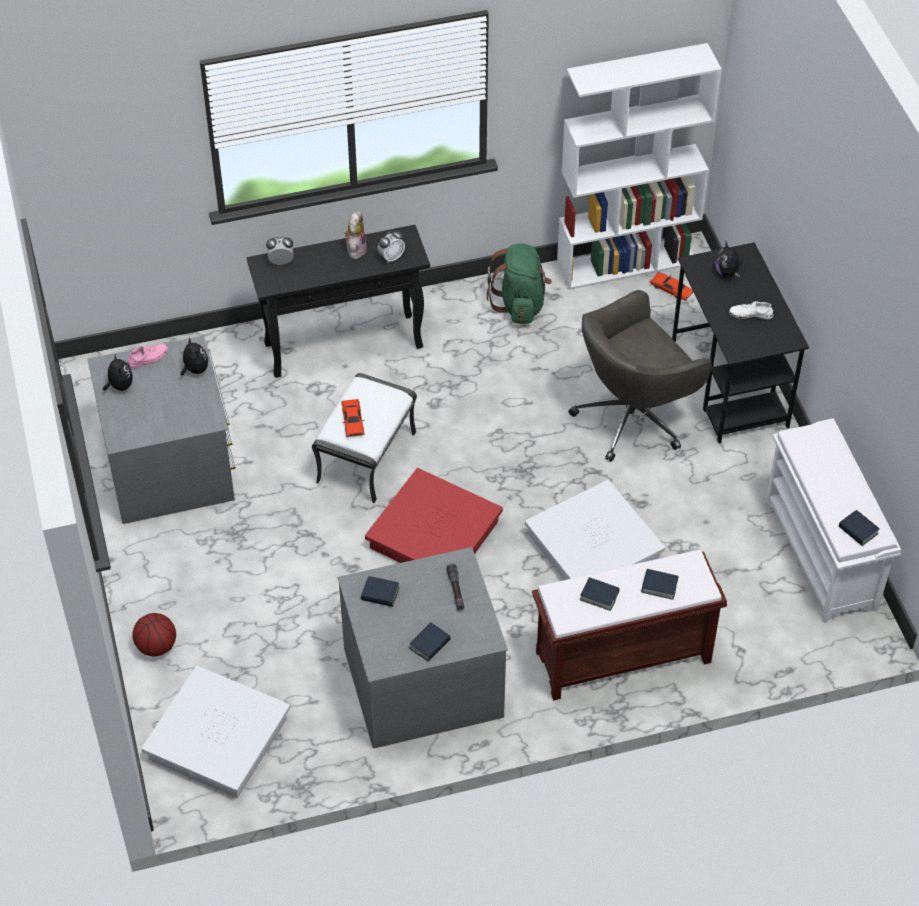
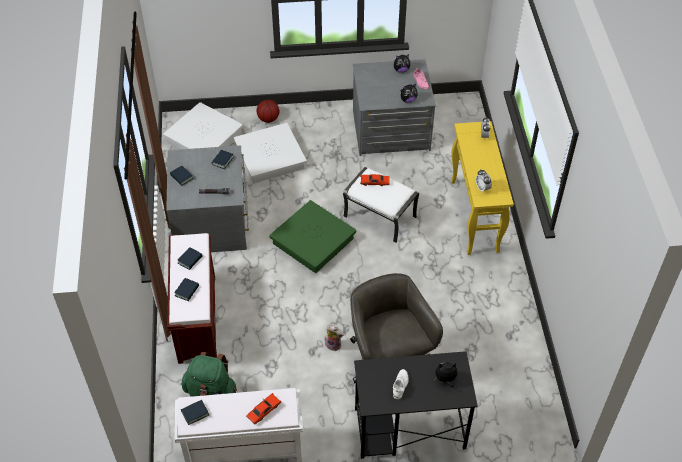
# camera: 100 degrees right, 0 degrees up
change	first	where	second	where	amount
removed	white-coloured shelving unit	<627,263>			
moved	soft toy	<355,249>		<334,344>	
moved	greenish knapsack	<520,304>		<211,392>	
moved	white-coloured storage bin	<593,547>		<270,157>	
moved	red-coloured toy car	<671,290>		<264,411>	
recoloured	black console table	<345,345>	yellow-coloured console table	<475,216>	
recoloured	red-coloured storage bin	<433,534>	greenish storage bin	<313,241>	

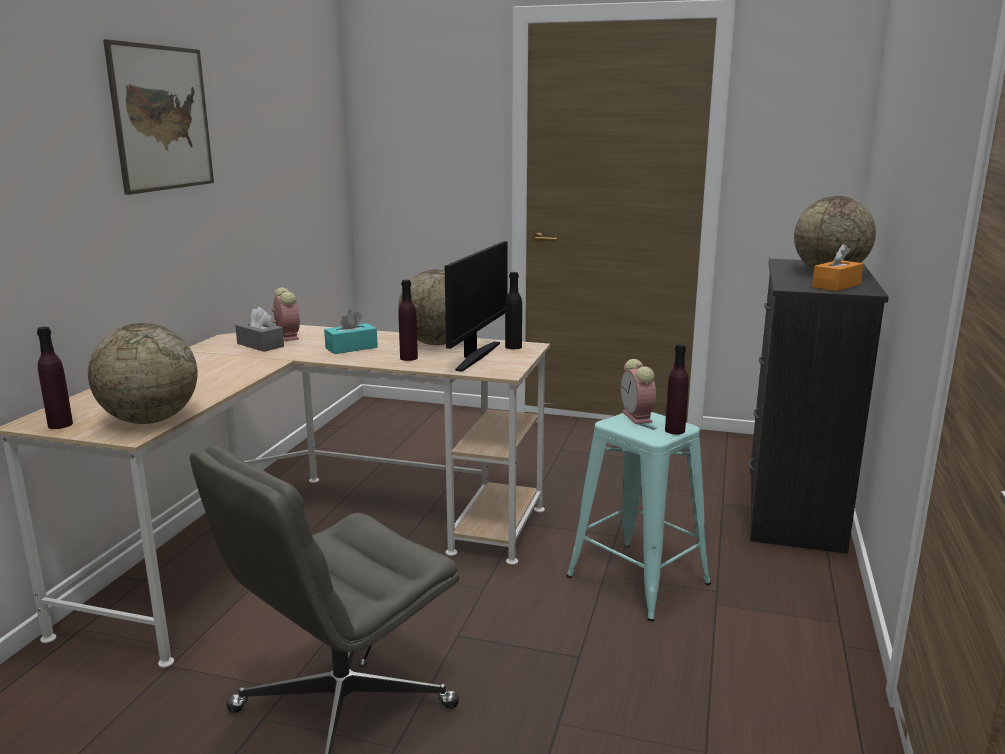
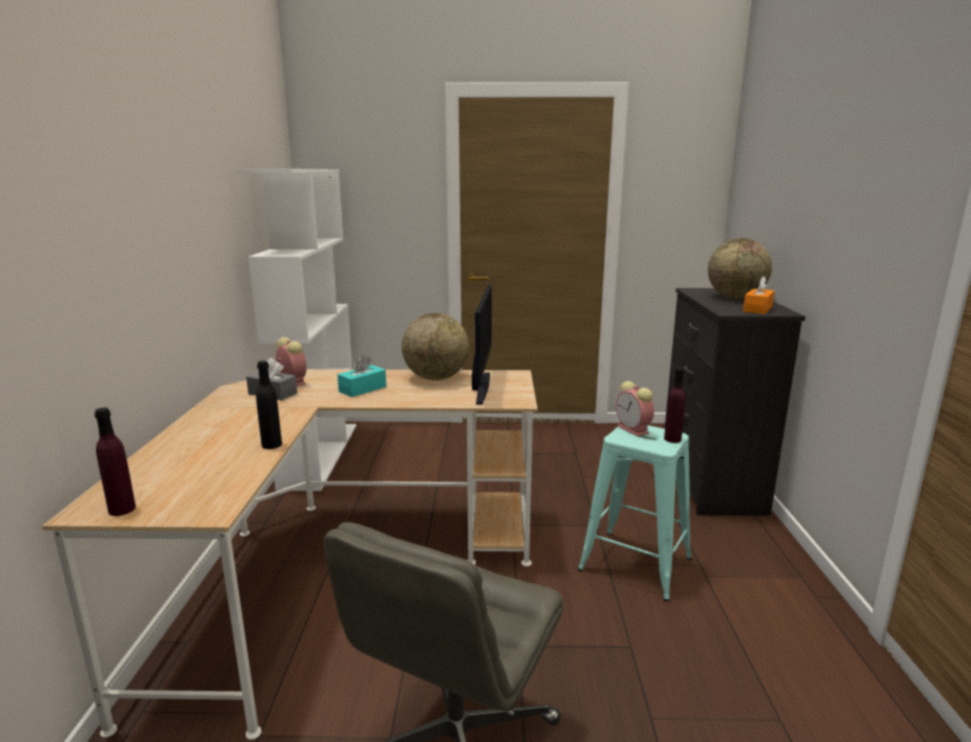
# camera: 15 degrees left, 0 degrees up
change	first	where	second	where	amount
removed	globe	<150,420>			
removed	wall art	<162,118>			
removed	purple bottle	<408,358>			
added			white-coloured shelving unit	<319,454>	
moved	black bottle	<513,347>		<271,445>	

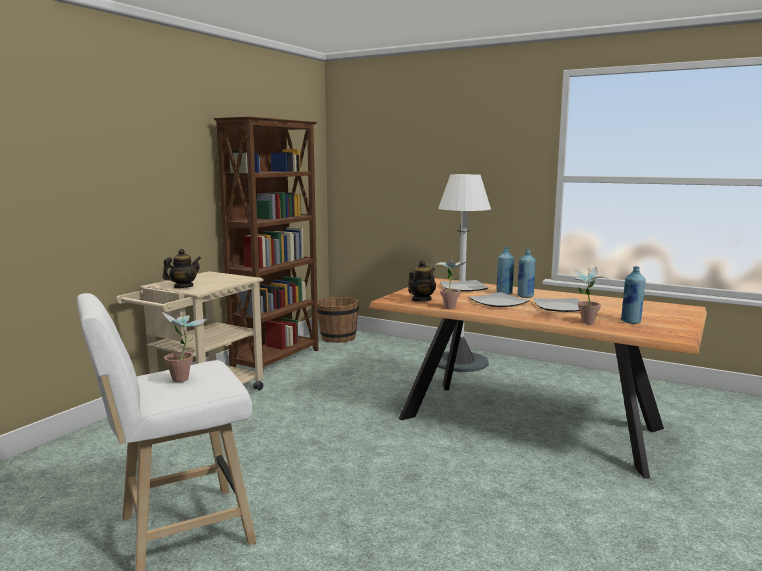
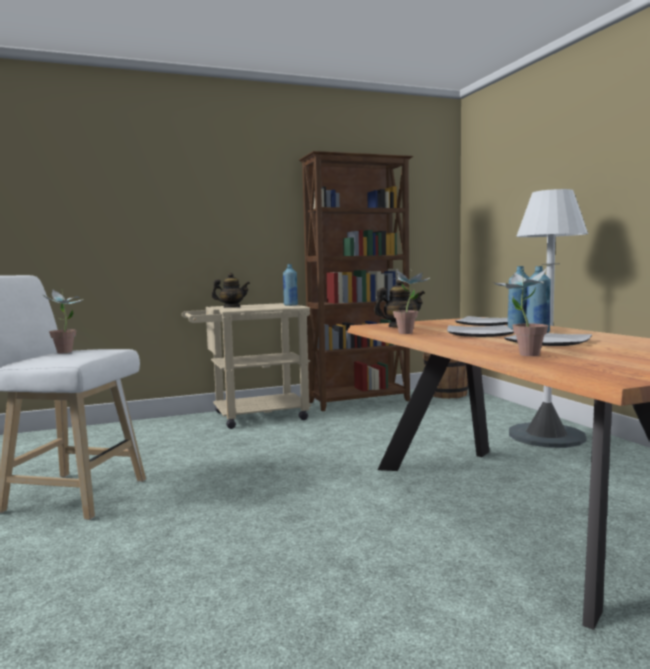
# camera: 40 degrees right, 5 degrees down
change	first	where	second	where	amount
moved	blue bottle	<631,321>		<290,305>	

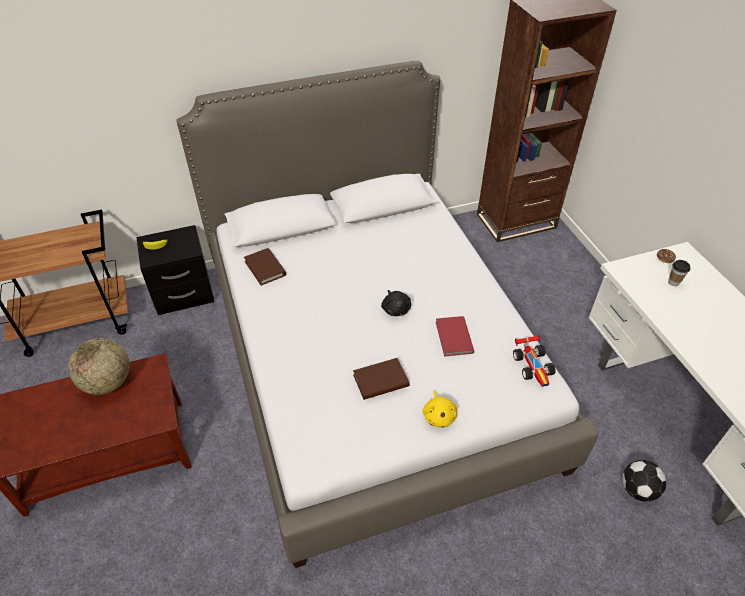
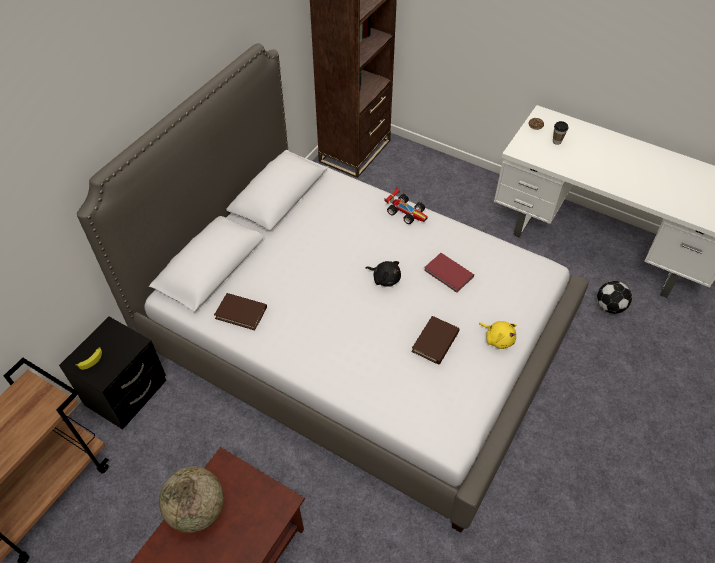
# camera: 40 degrees left, 5 degrees up
change	first	where	second	where	amount
moved	toy car	<533,365>		<406,212>	

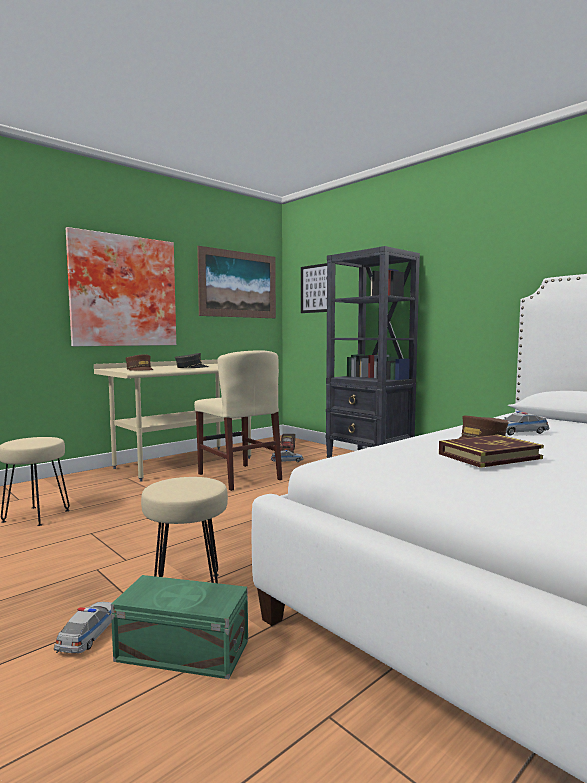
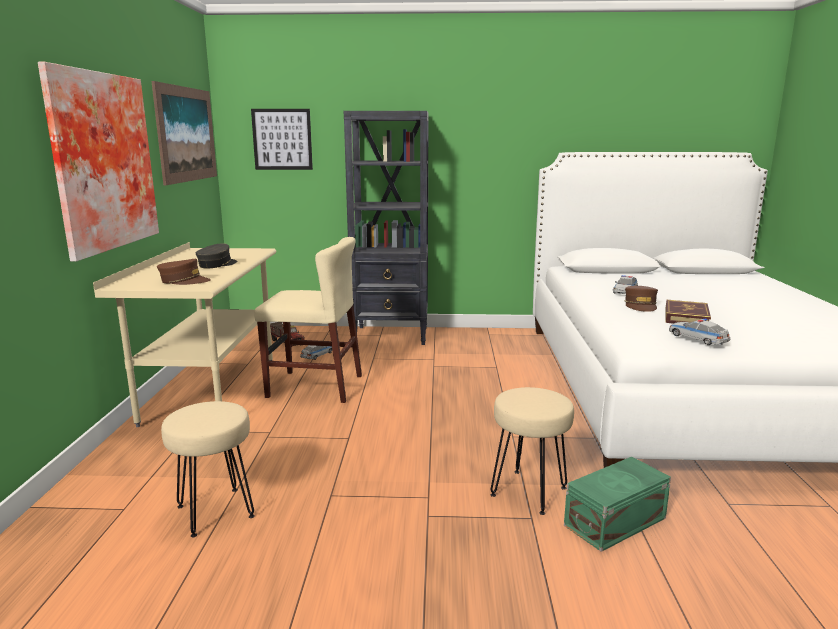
# camera: 45 degrees left, 10 degrees up
change	first	where	second	where	amount
moved	toy car	<89,633>		<697,338>	

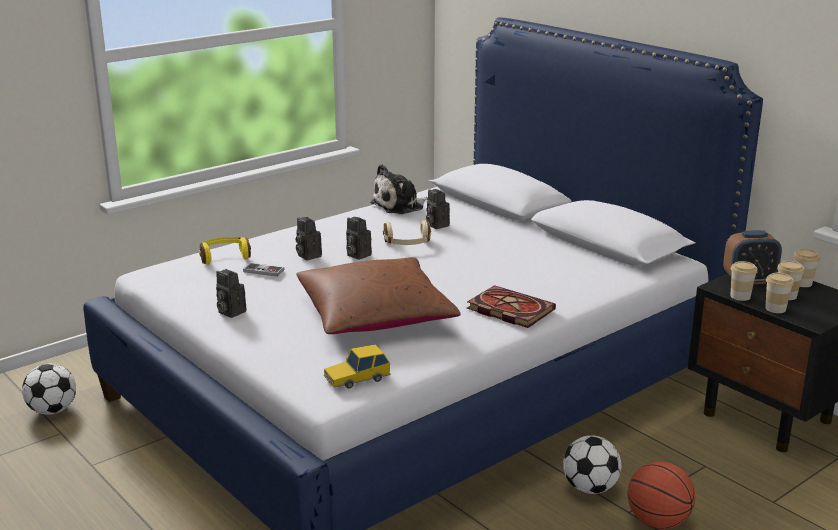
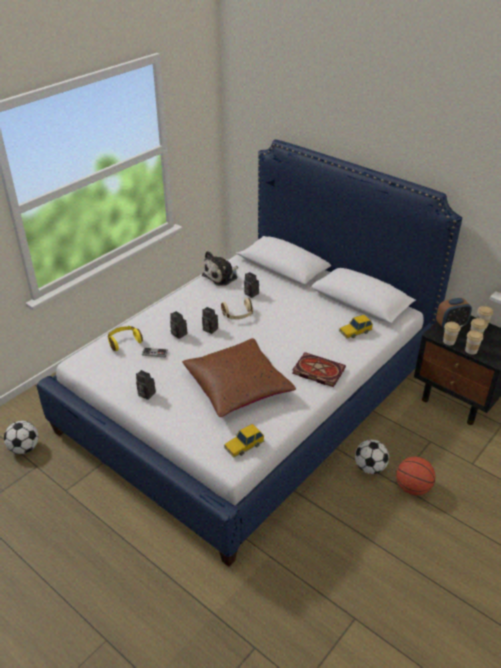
# camera: 10 degrees left, 15 degrees up
change	first	where	second	where	amount
added			toy car	<355,332>	

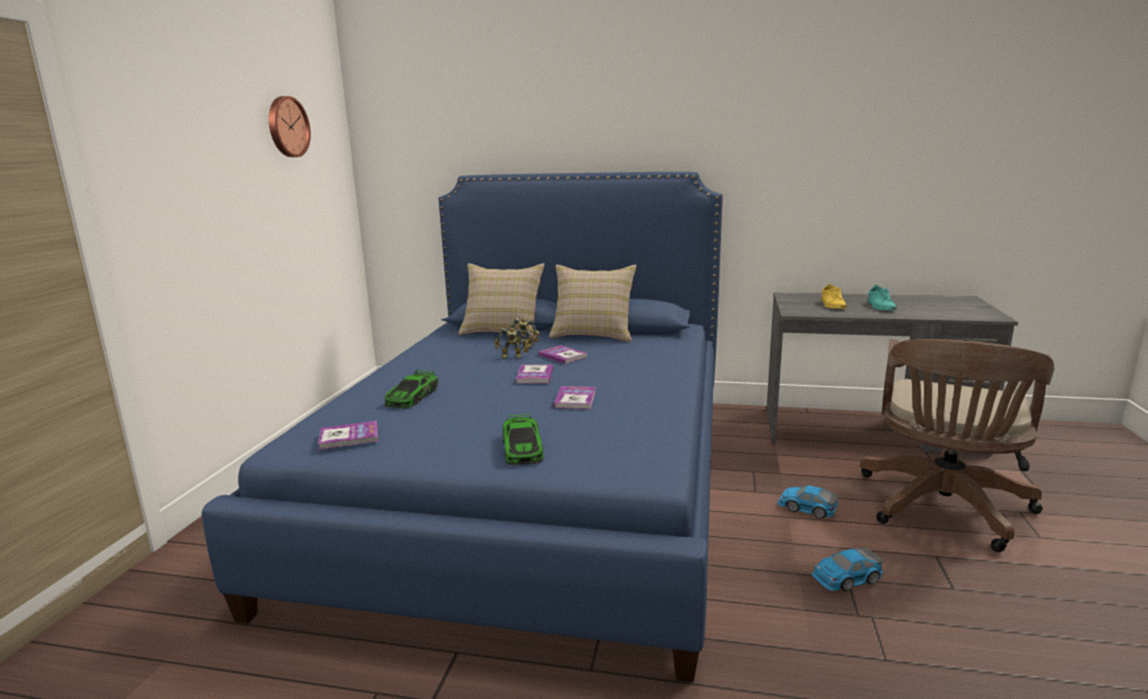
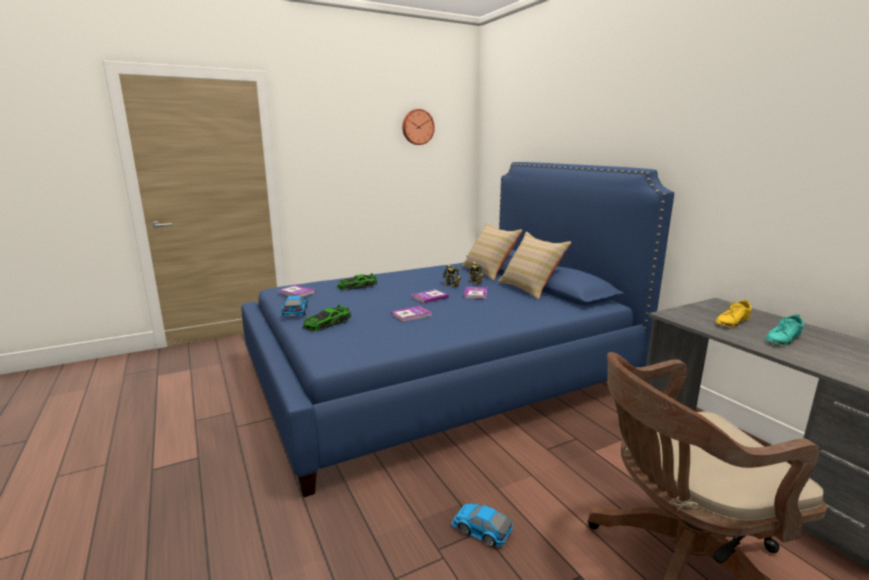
# camera: 50 degrees right, 0 degrees up
change	first	where	second	where	amount
moved	toy car	<806,508>		<295,311>	

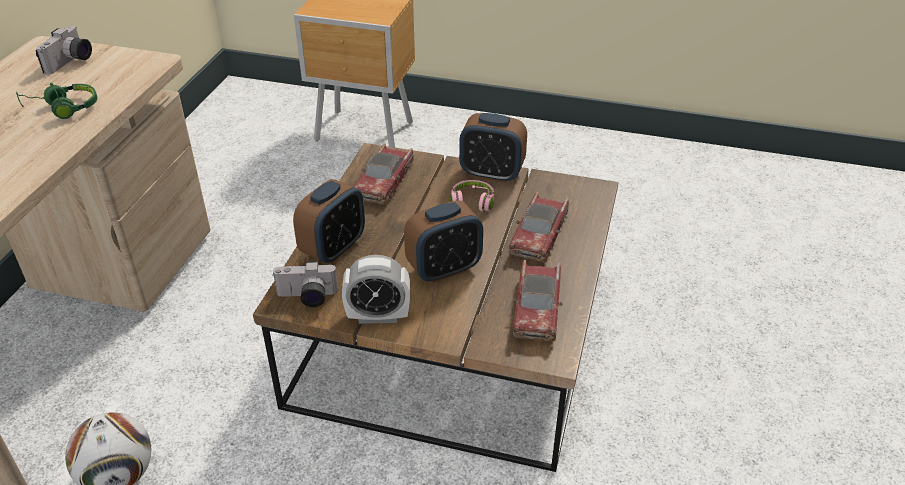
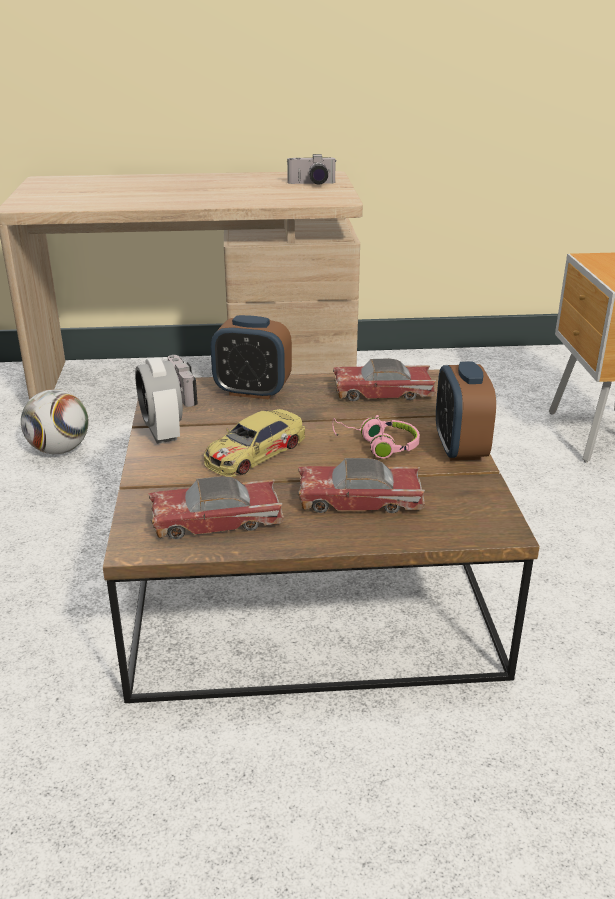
# camera: 70 degrees right, 10 degrees down
change	first	where	second	where	amount
removed	greenish headphones	<62,109>			
replaced	bedside clock	<444,269>	toy car	<255,452>	

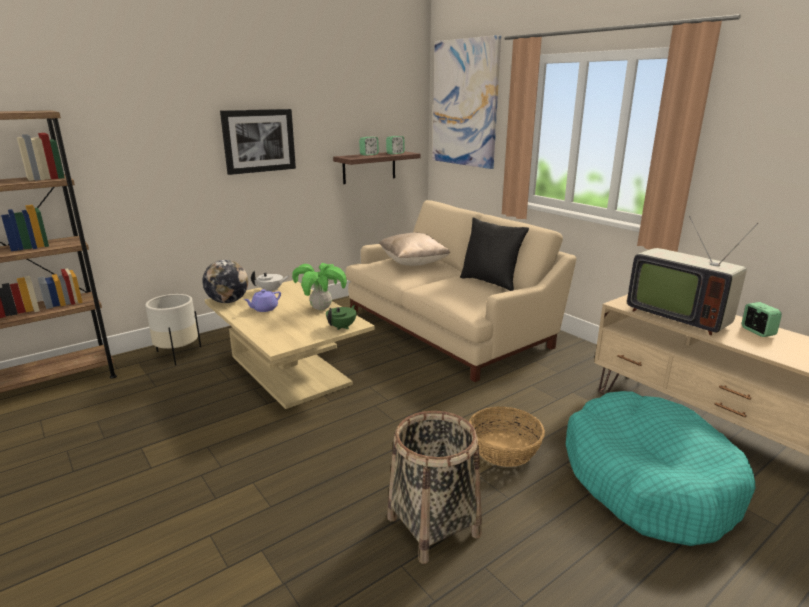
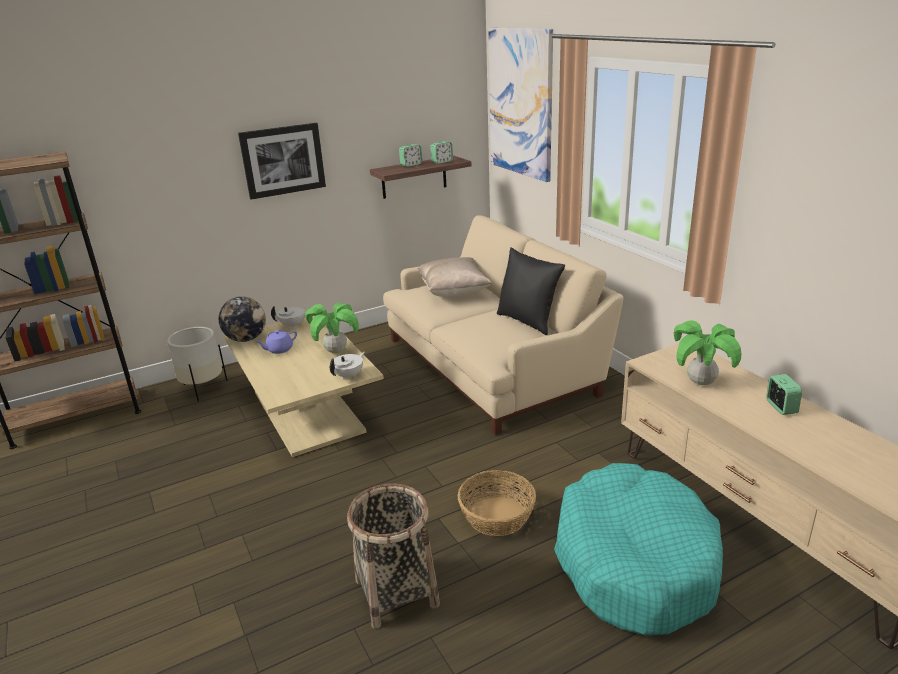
# camera: 10 degrees right, 5 degrees up
change	first	where	second	where	amount
replaced	TV	<678,316>	potted plant	<701,382>	
recoloured	greenish tea pot	<342,327>	white-coloured tea pot	<349,376>	

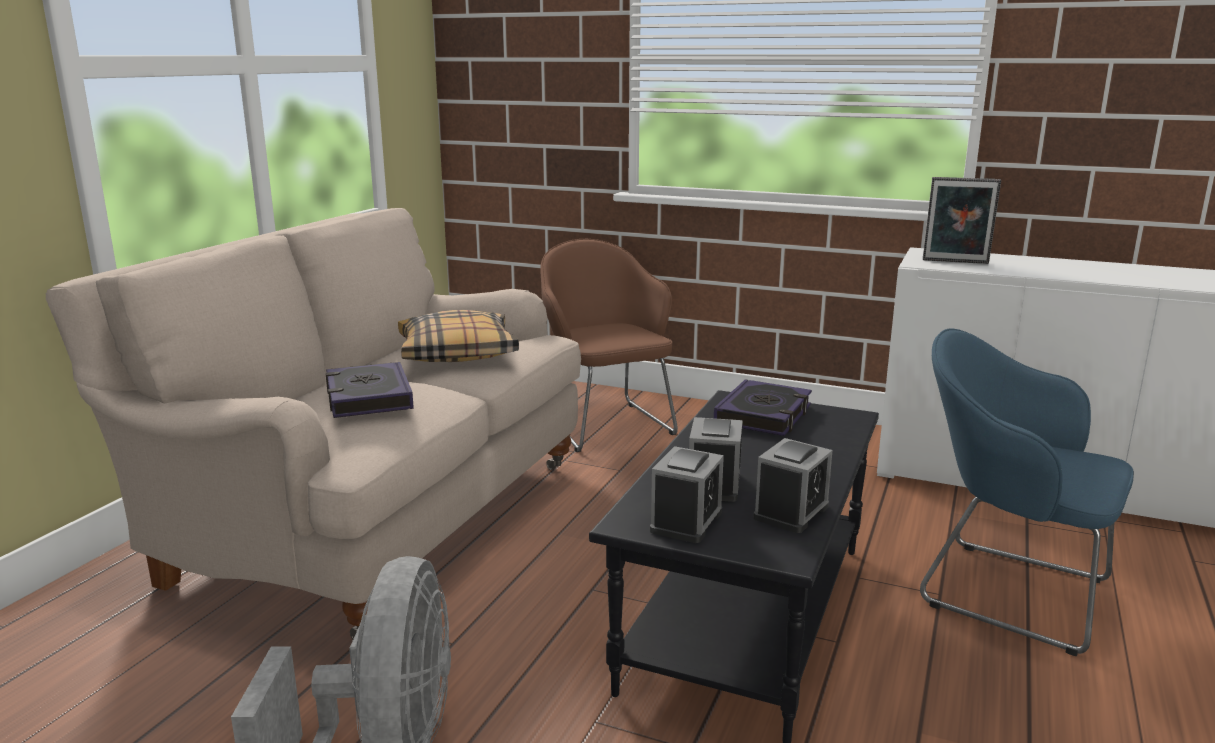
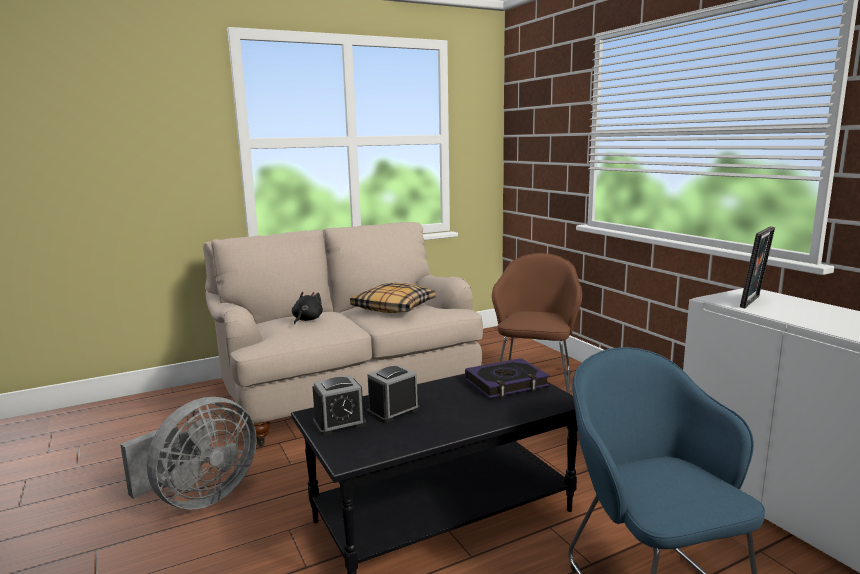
# camera: 40 degrees right, 5 degrees down
change	first	where	second	where	amount
removed	bedside clock	<791,512>			
replaced	book	<368,398>	black soft toy	<306,320>	
turned	photo frame	<955,262>		<753,302>	105 degrees counterclockwise

